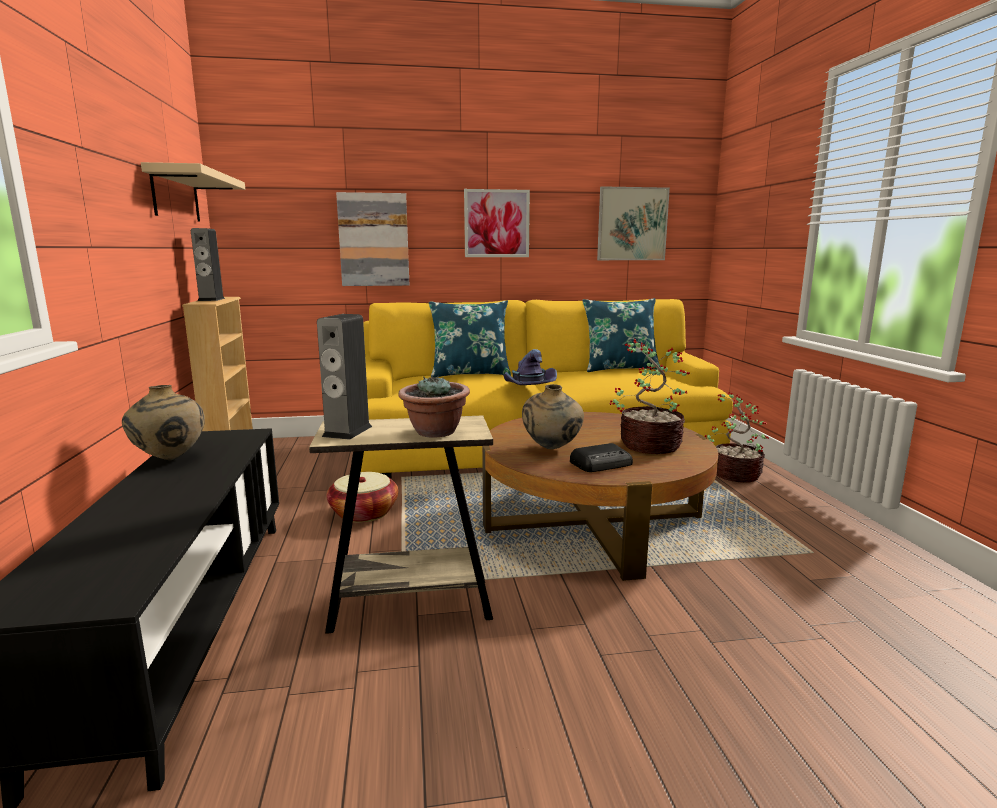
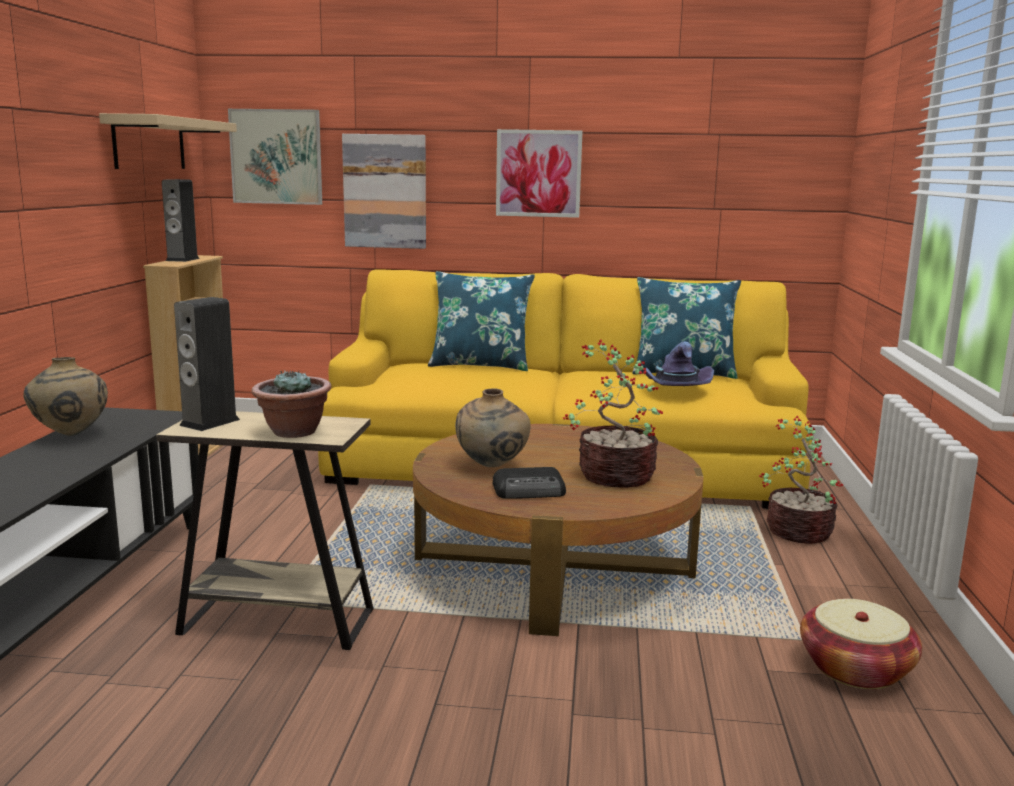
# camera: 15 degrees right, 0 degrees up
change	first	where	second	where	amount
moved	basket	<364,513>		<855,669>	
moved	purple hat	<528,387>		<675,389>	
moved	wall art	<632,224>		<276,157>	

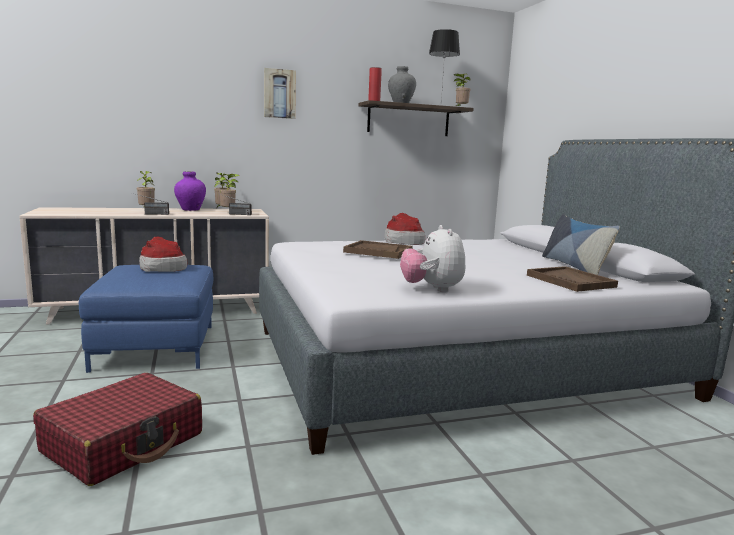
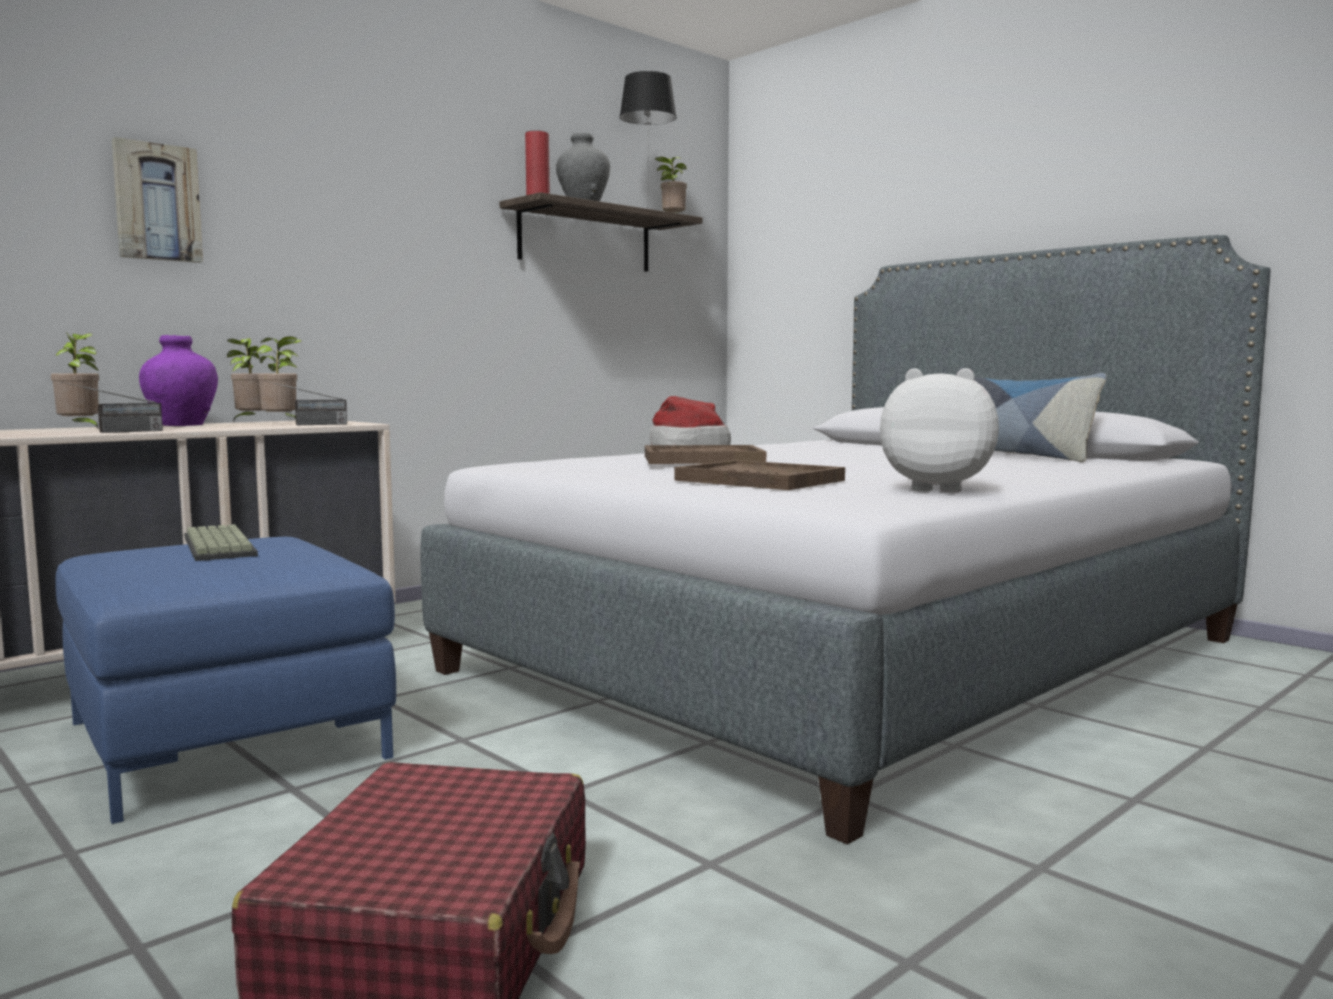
# camera: 25 degrees left, 5 degrees down
change	first	where	second	where	amount
moved	wall art	<279,94>		<156,202>	
moved	brown tray	<570,281>		<760,480>	
replaced	hat	<162,268>	PC keyboard	<216,546>	
turned	soft toy	<432,289>		<938,489>	150 degrees clockwise

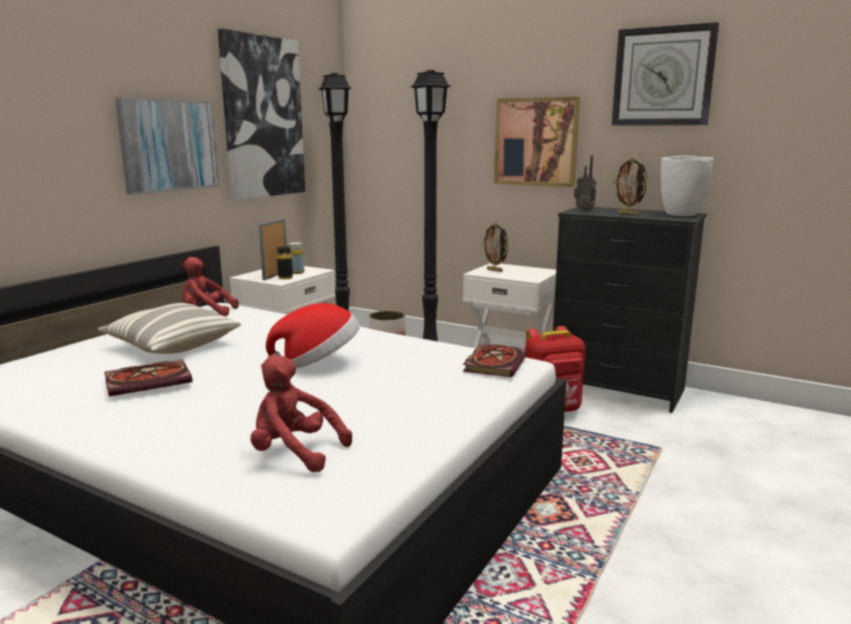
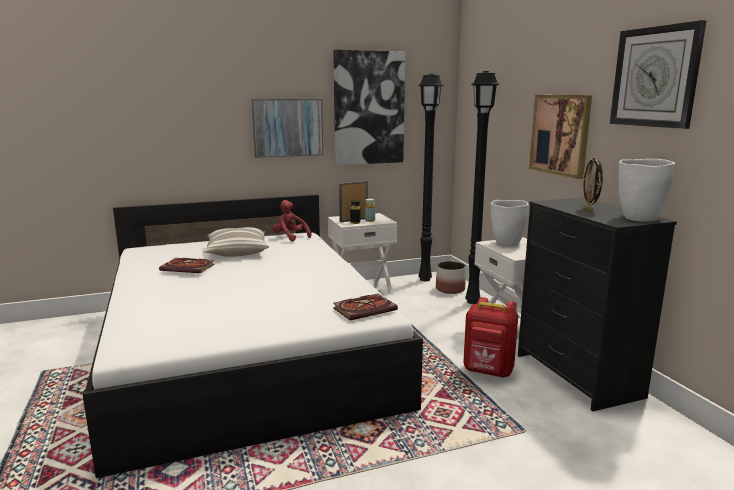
# camera: 40 degrees right, 0 degrees up
change	first	where	second	where	amount
removed	red-coloured soft toy	<294,453>			
removed	hat	<318,362>			
removed	radio receiver	<584,210>			
replaced	photo frame	<495,270>	white-coloured flower vase	<506,244>	

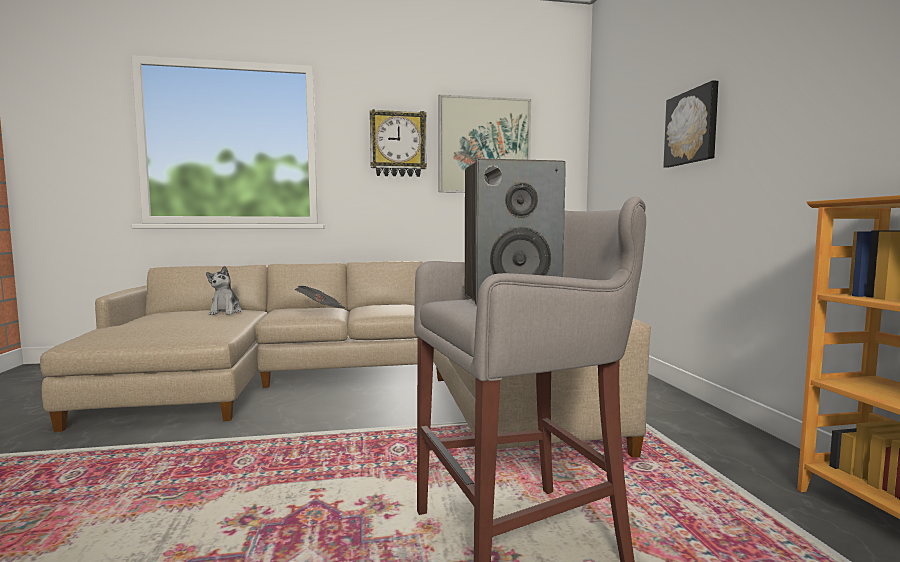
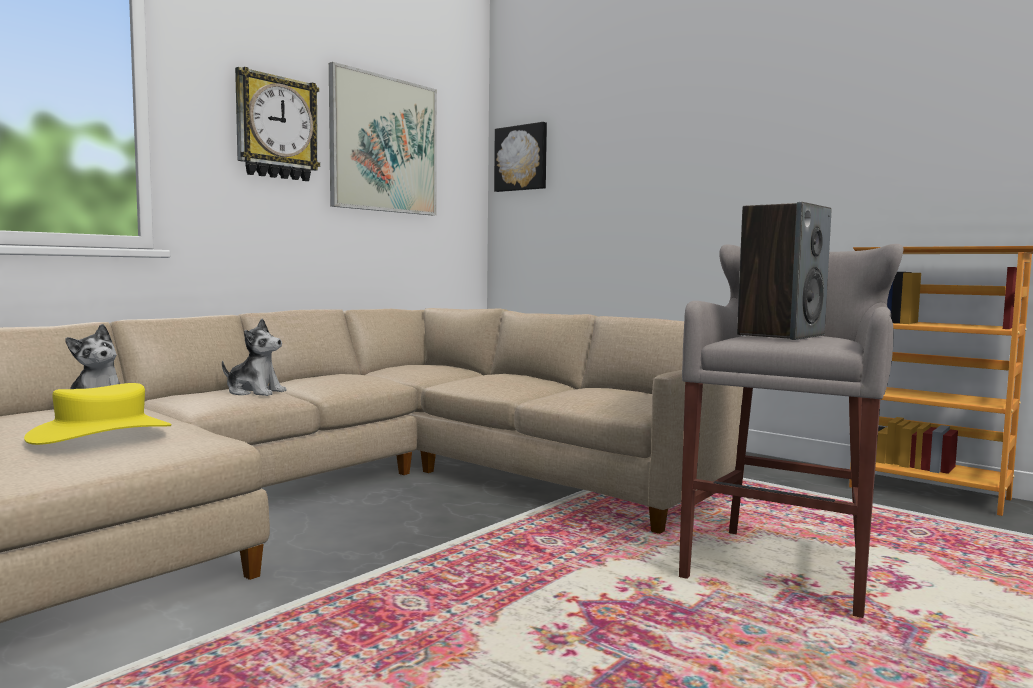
# camera: 40 degrees left, 0 degrees up
change	first	where	second	where	amount
added			yellow-coloured hat	<101,433>	
moved	wall art	<692,127>		<522,158>	
replaced	printed paper	<321,310>	soft toy	<255,392>	

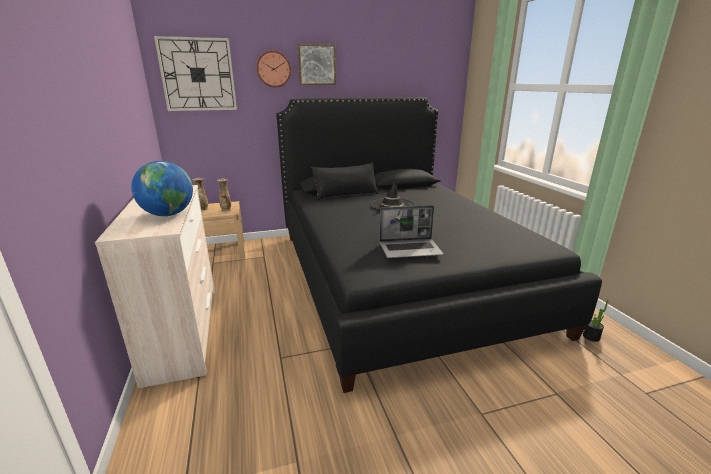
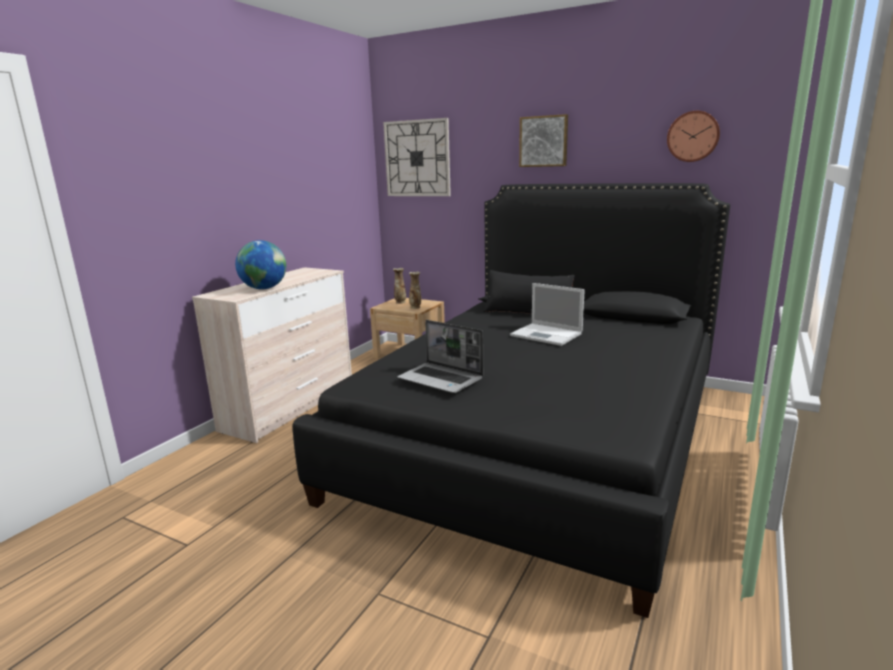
# camera: 45 degrees right, 5 degrees down
change	first	where	second	where	amount
removed	potted plant	<591,337>			
moved	hanging clock	<273,69>		<693,136>	
replaced	black hat	<392,205>	portable computer	<547,335>	

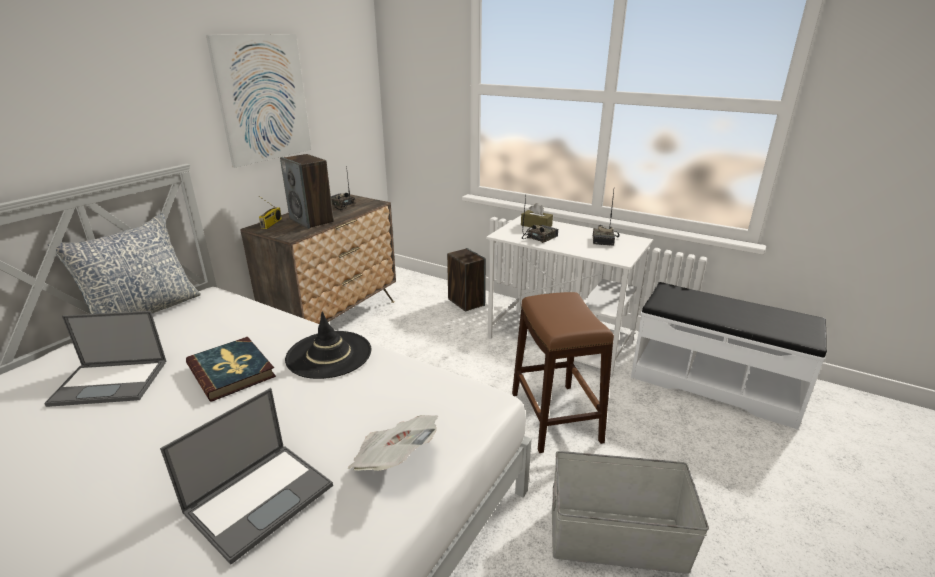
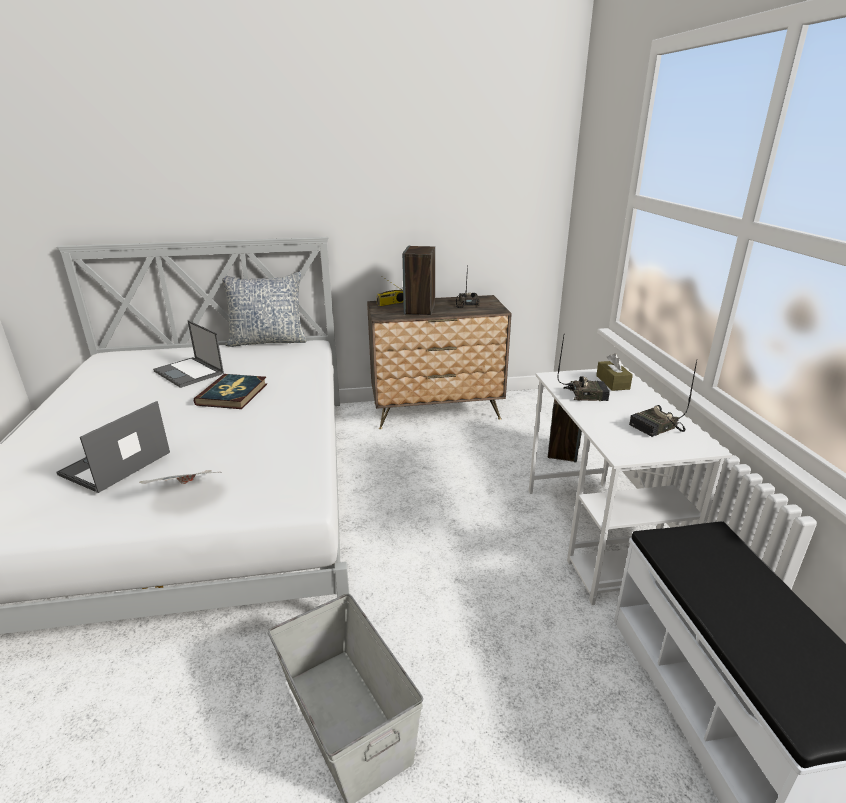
# camera: 50 degrees right, 0 degrees up
change	first	where	second	where	amount
removed	wall art	<263,99>			
removed	black hat	<329,354>			
removed	brown stool seat	<554,417>			
turned	portable computer	<261,497>		<115,464>	120 degrees clockwise

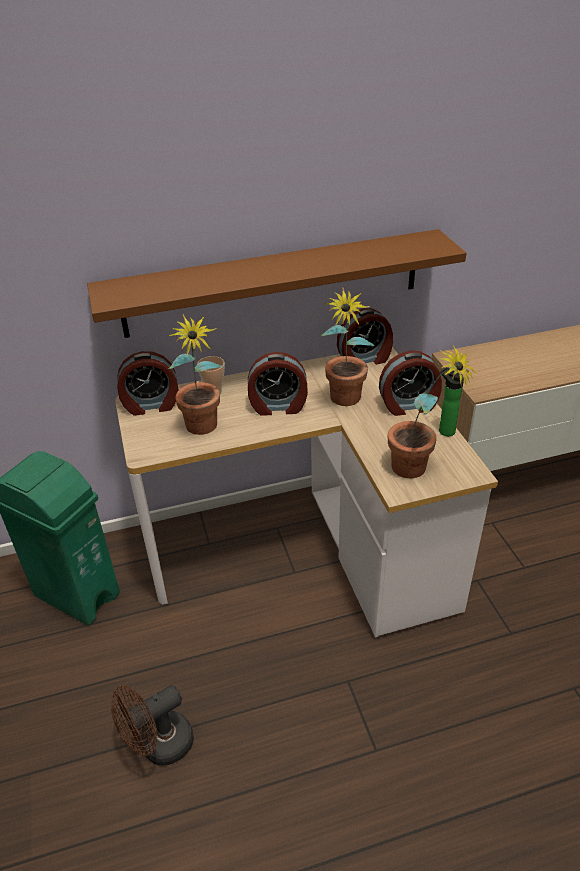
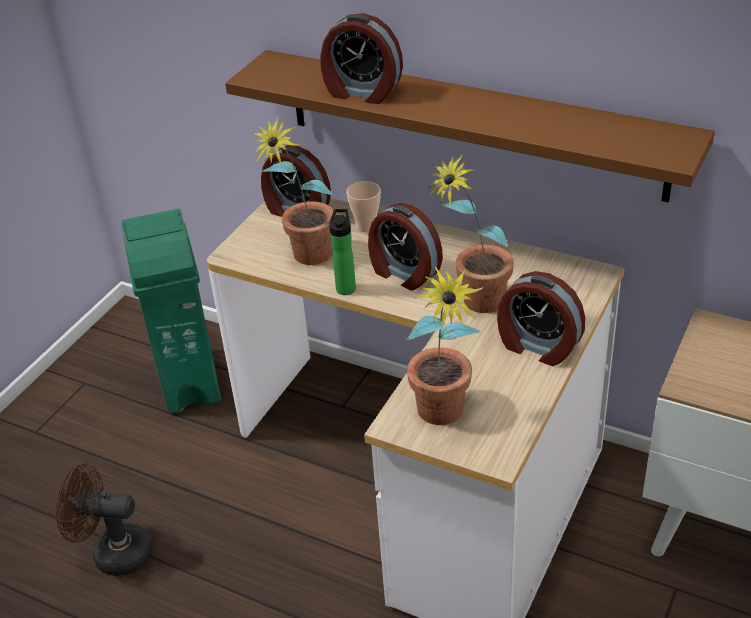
# camera: 45 degrees right, 0 degrees up
change	first	where	second	where	amount
moved	bedside clock	<365,360>		<362,92>	
moved	bottle	<444,430>		<346,287>	

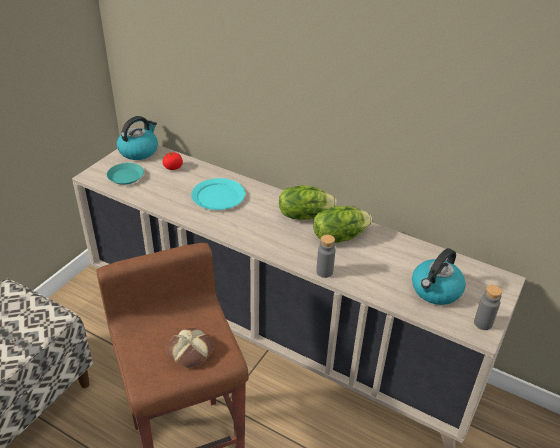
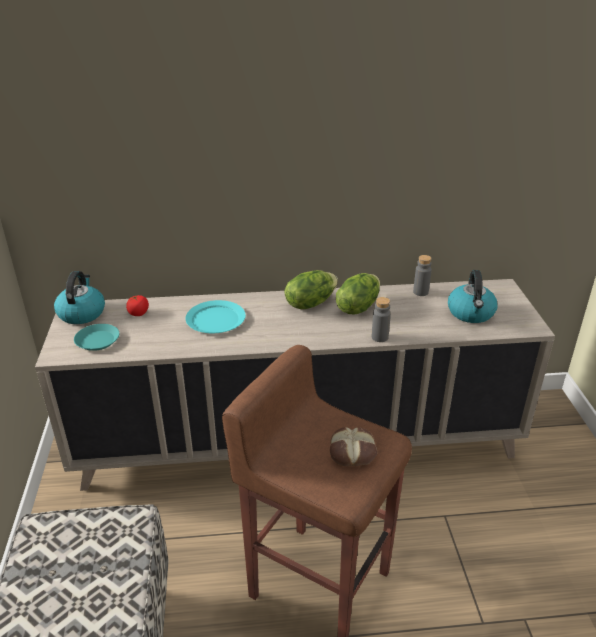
# camera: 35 degrees left, 5 degrees down
change	first	where	second	where	amount
moved	gray bottle	<483,323>		<420,292>	

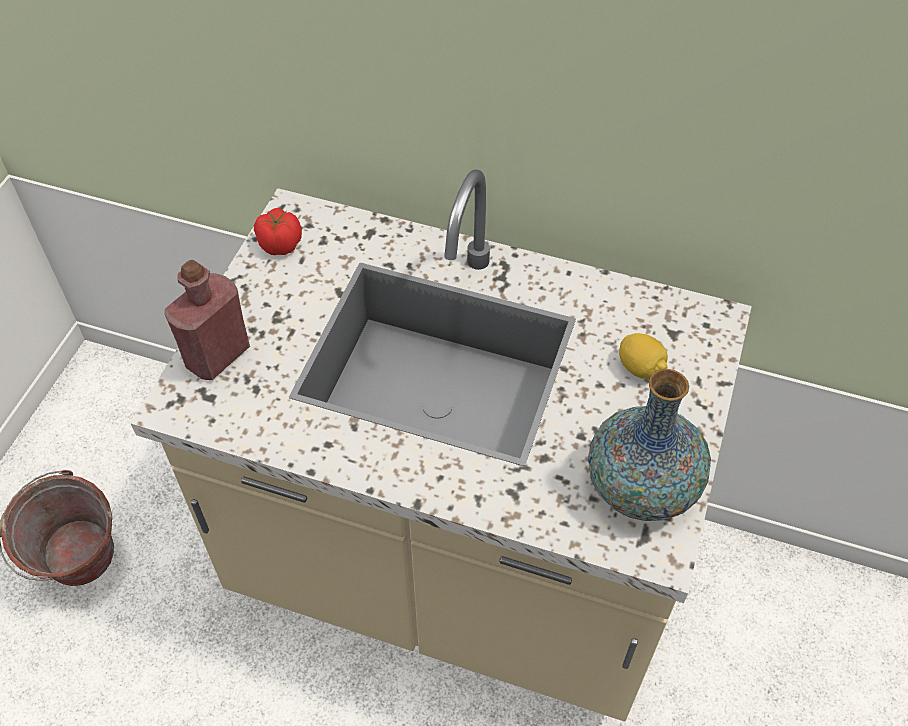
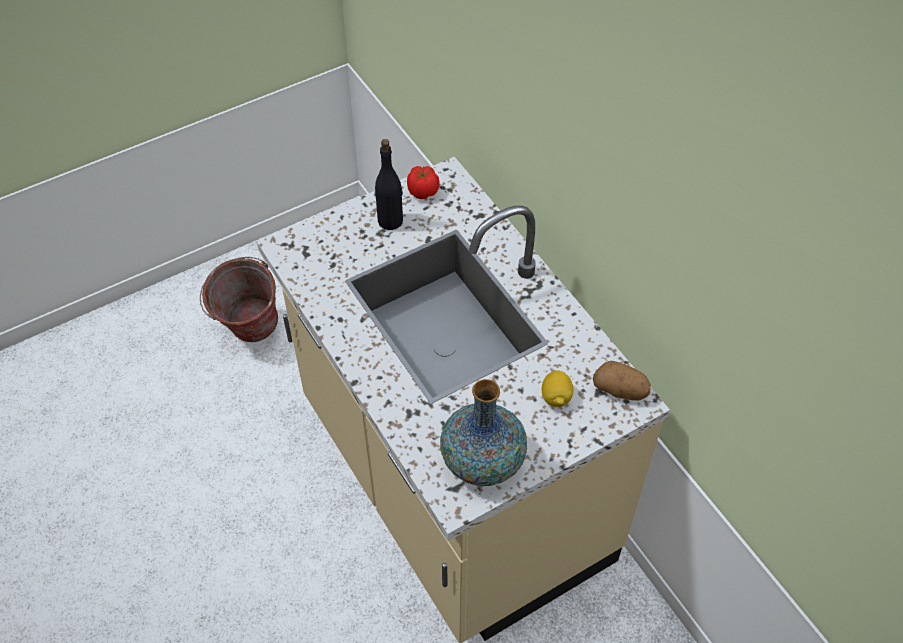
# camera: 40 degrees right, 0 degrees up
change	first	where	second	where	amount
removed	red-coloured bottle	<217,356>			
added			black bottle	<391,220>	
added			spud	<620,390>	

